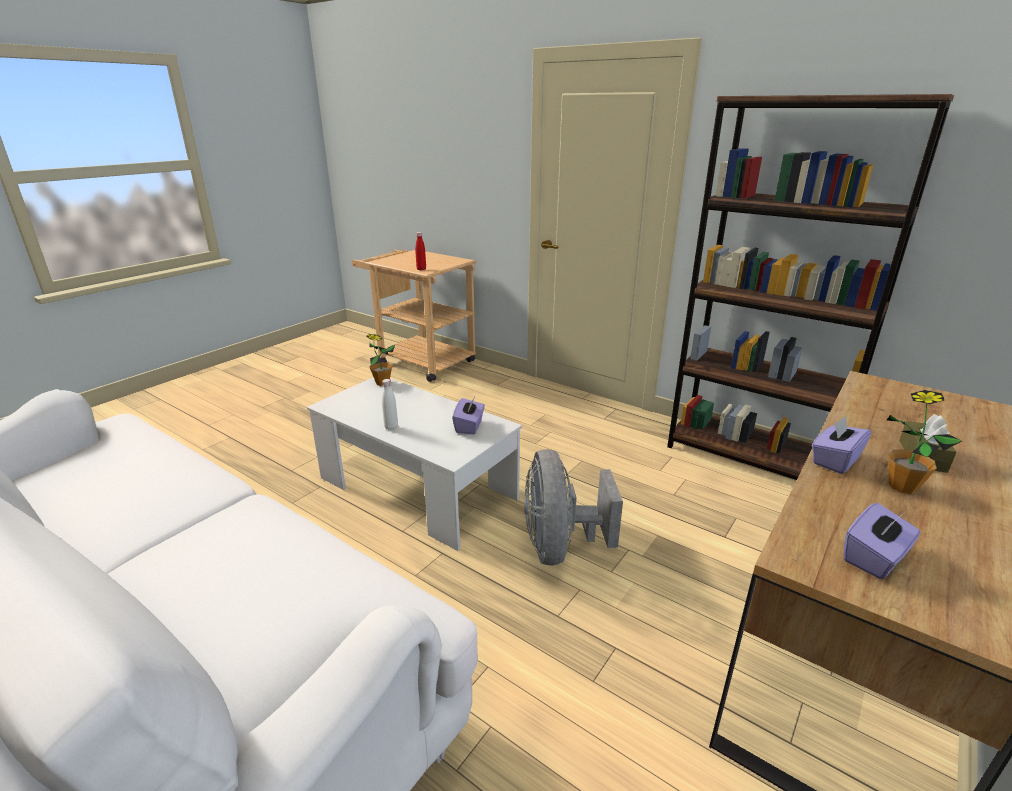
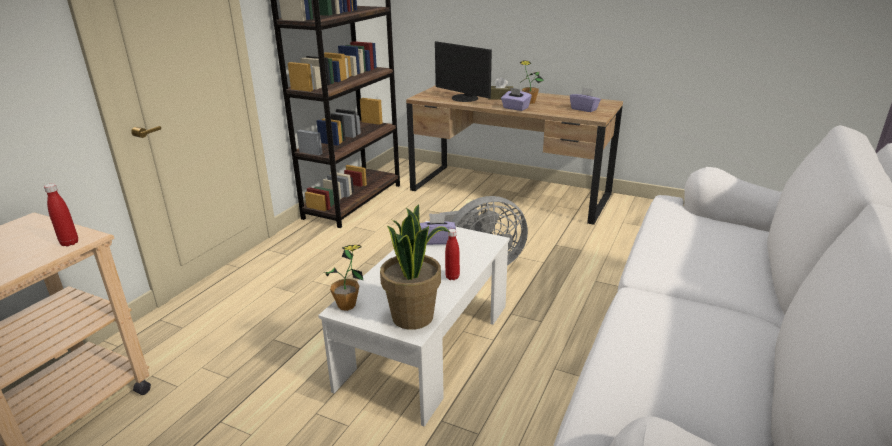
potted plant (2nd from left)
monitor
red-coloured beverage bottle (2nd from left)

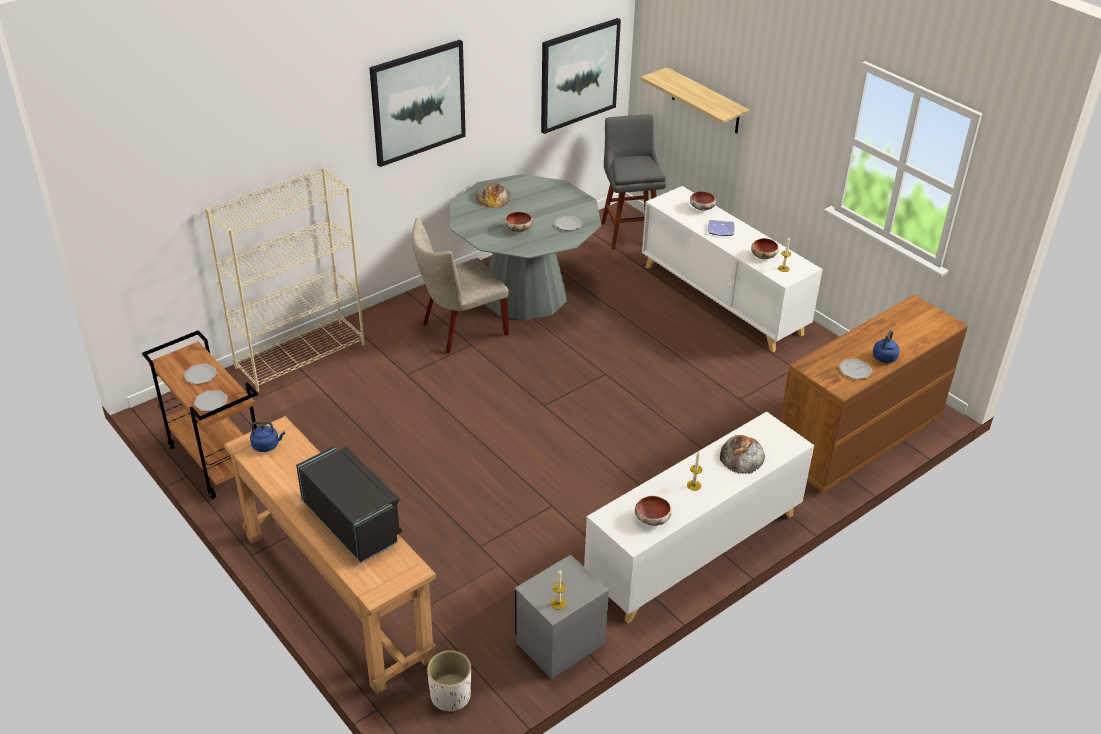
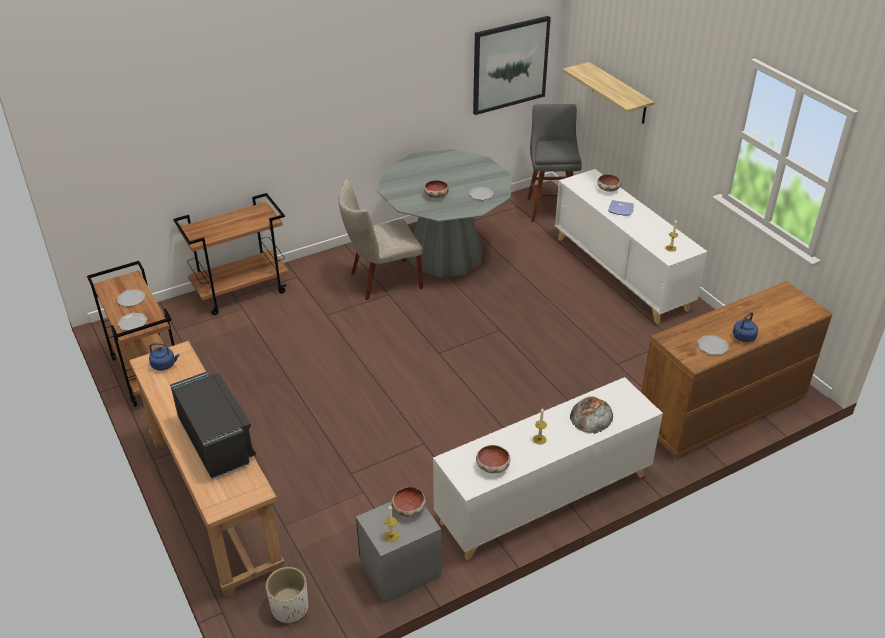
wall picture (1st from left in the first image)
bread (1st from left in the first image)
deep dish (1st from left)
brown-coloured wheeled cart (2nd from left)

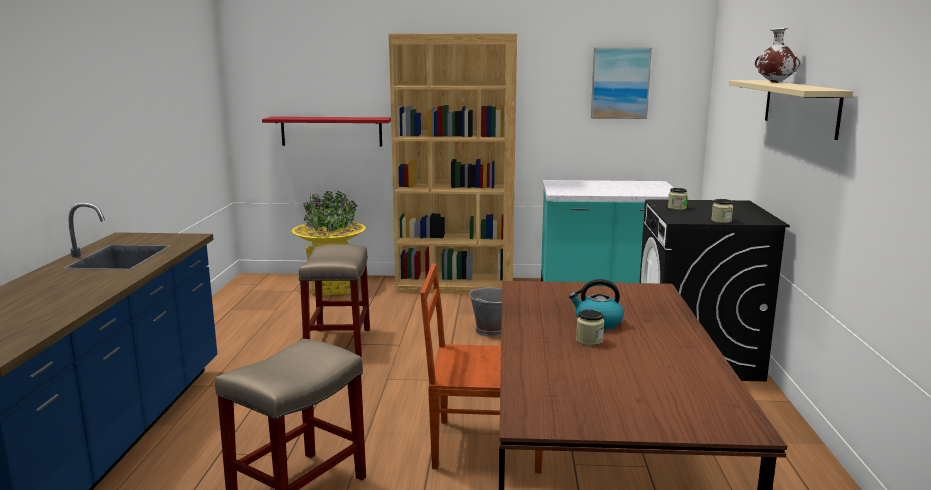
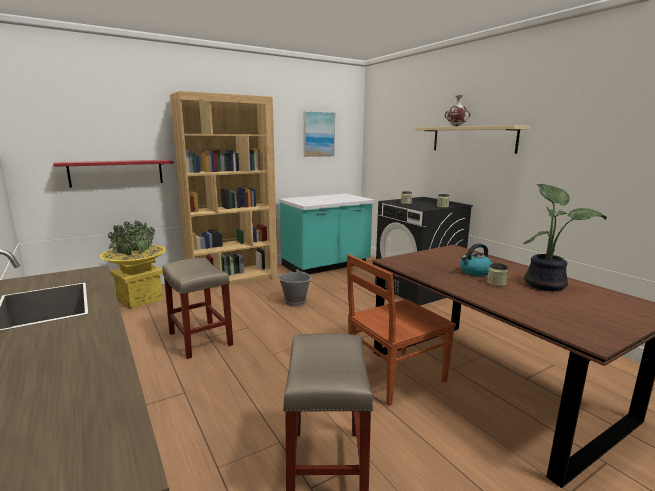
potted plant

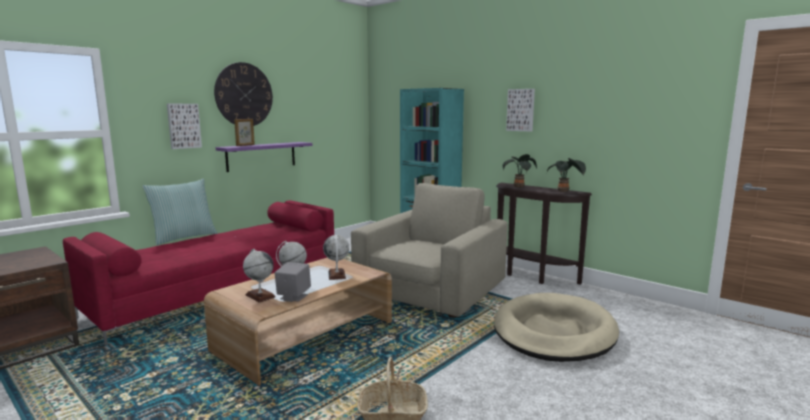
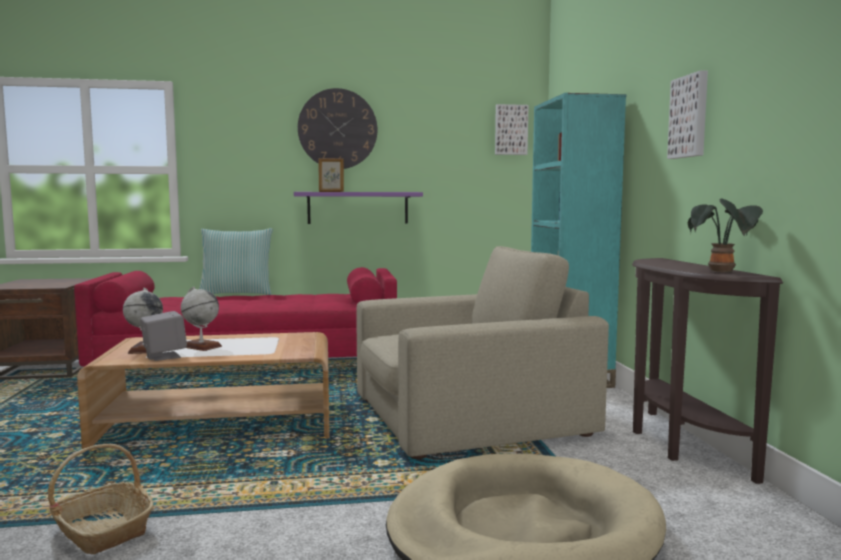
desk globe (3rd from left in the first image)
potted plant (1st from left in the first image)
wall picture (1st from left)

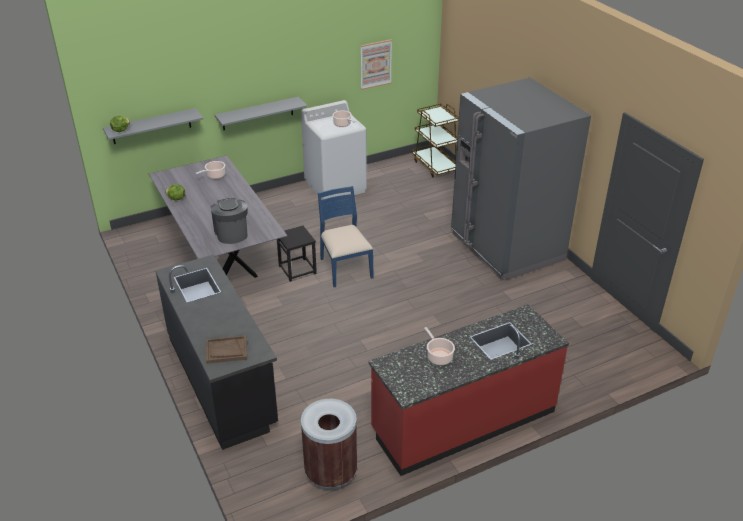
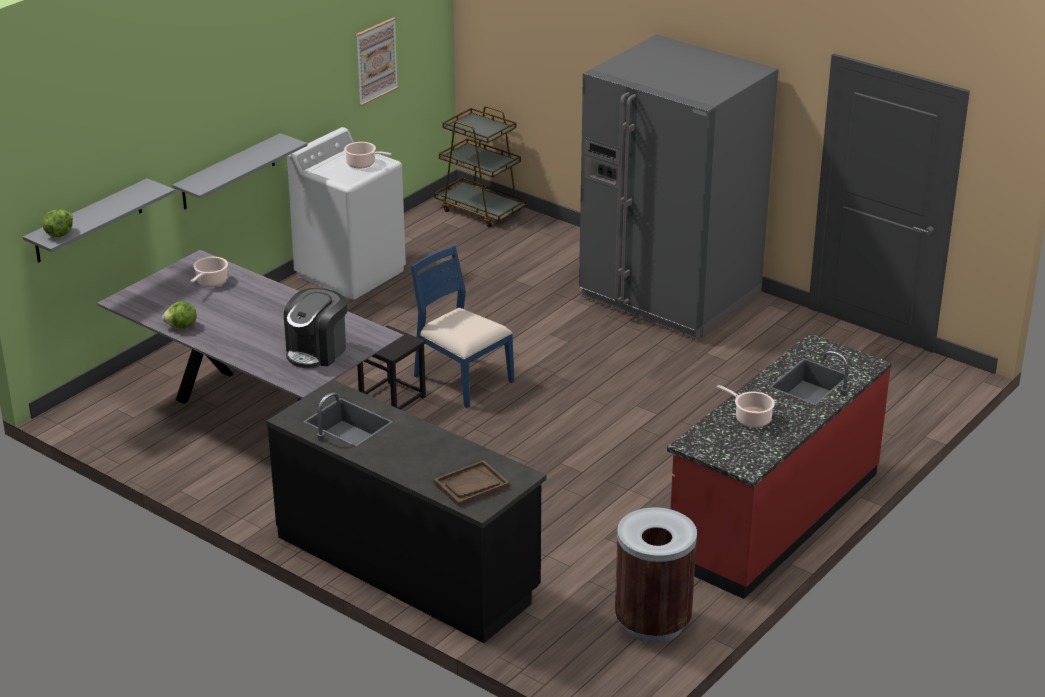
coffee brewer

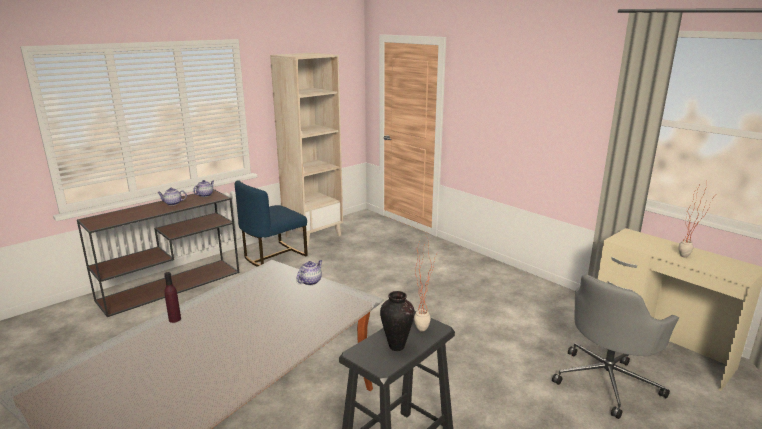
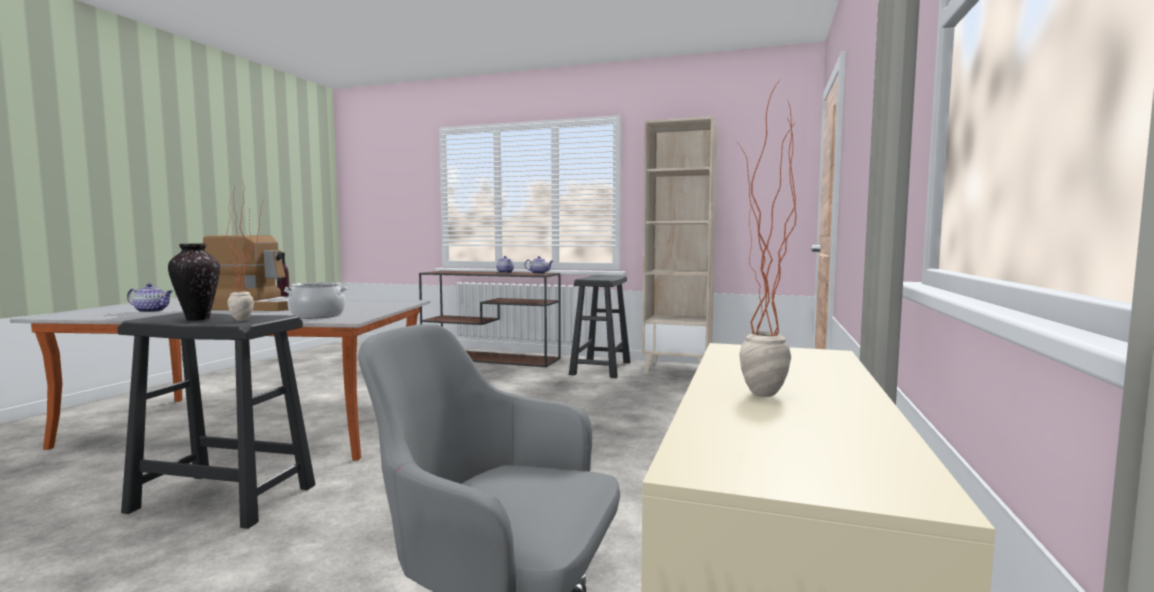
coffee brewer
stockpot
tea pot (1st from left)
black-coloured stool (2nd from left)

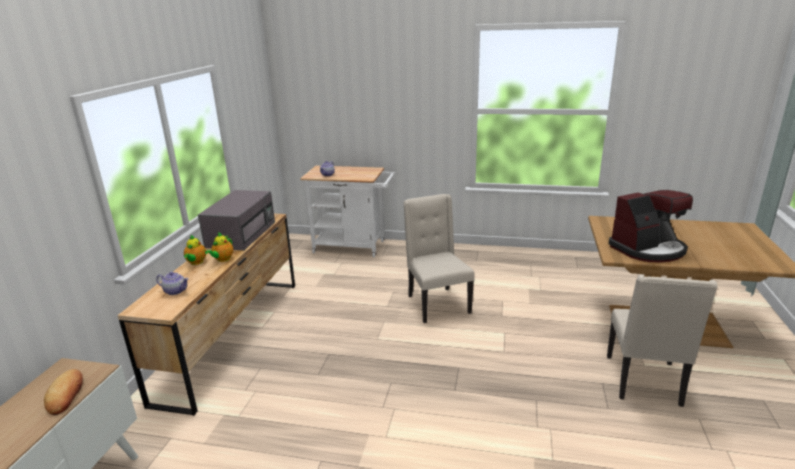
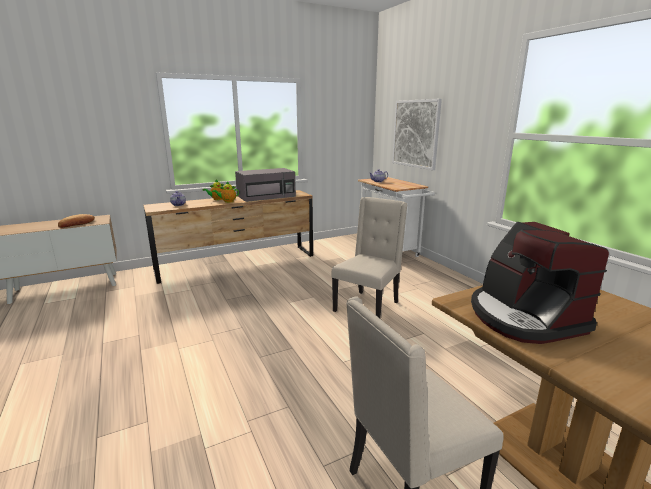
wall picture
coffee brewer

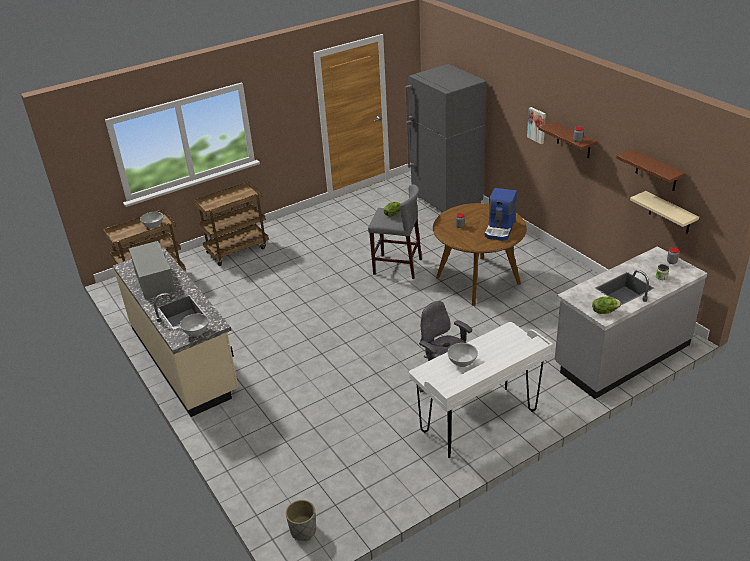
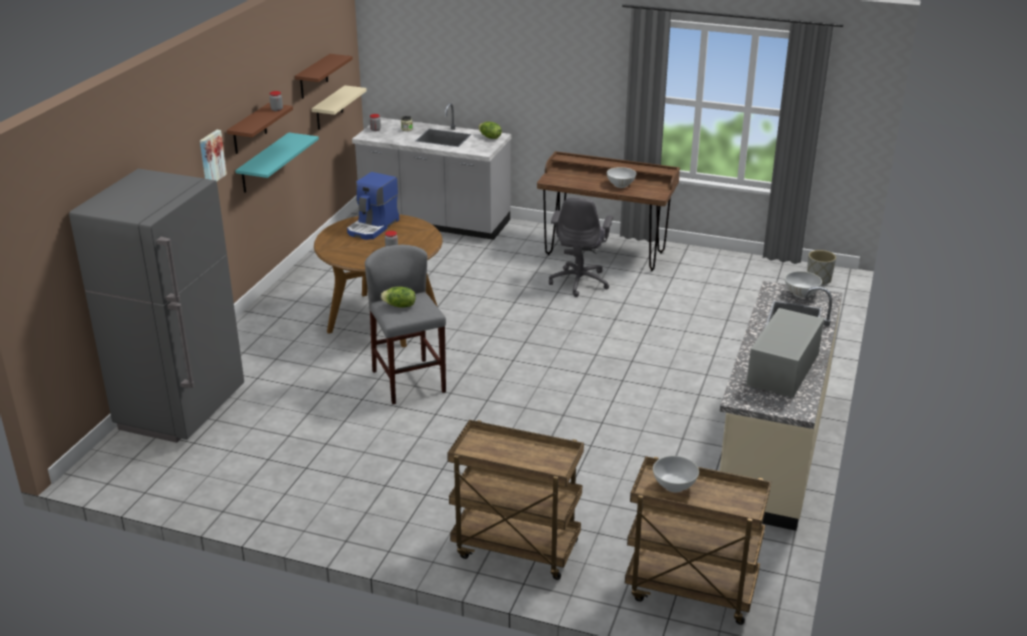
blue-green shelf
brown-coloured desk table
coffee brewer

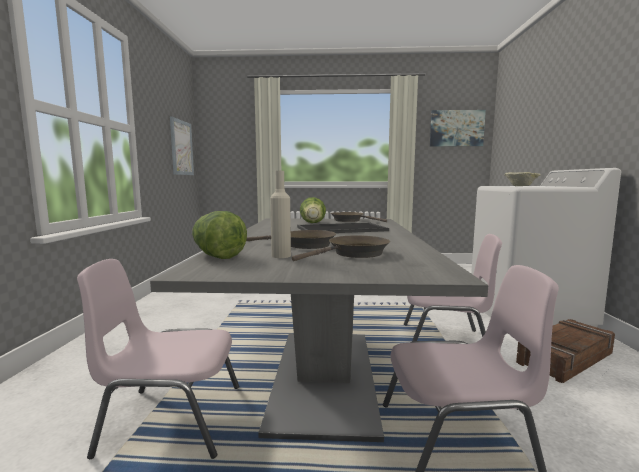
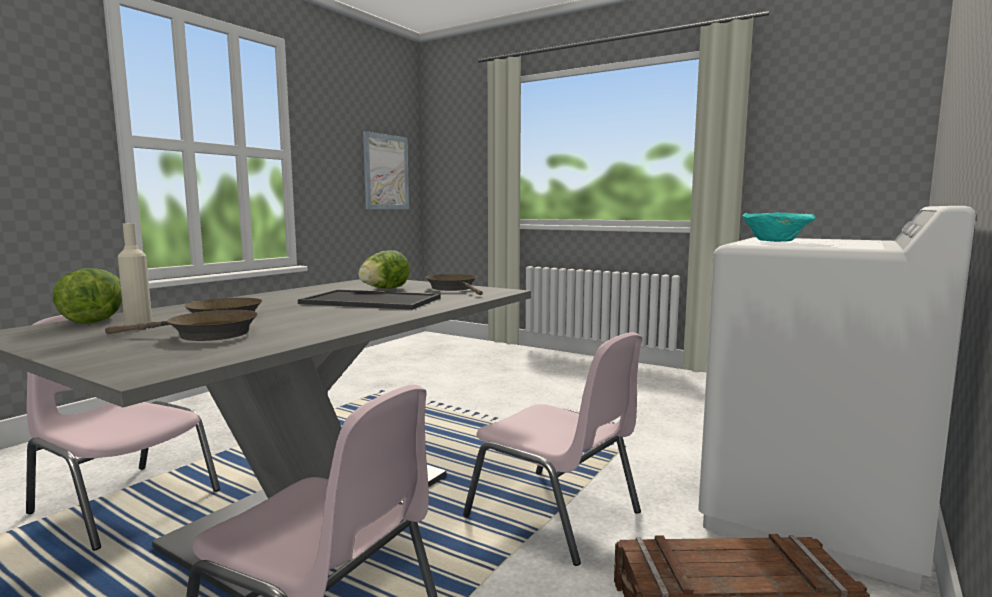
wall picture (2nd from left in the first image)
blue-green deep dish

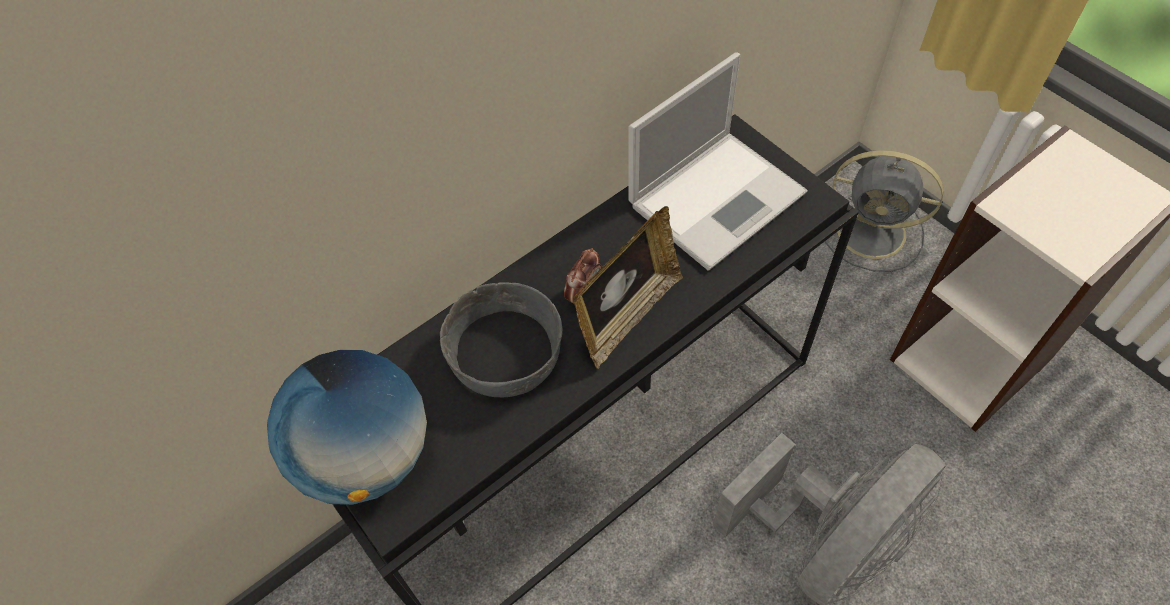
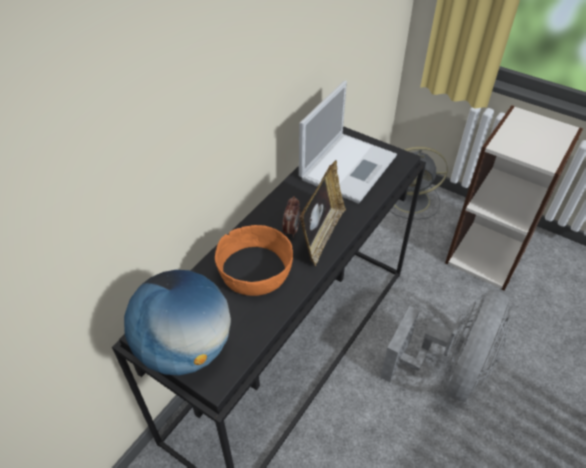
orange-coloured deep dish

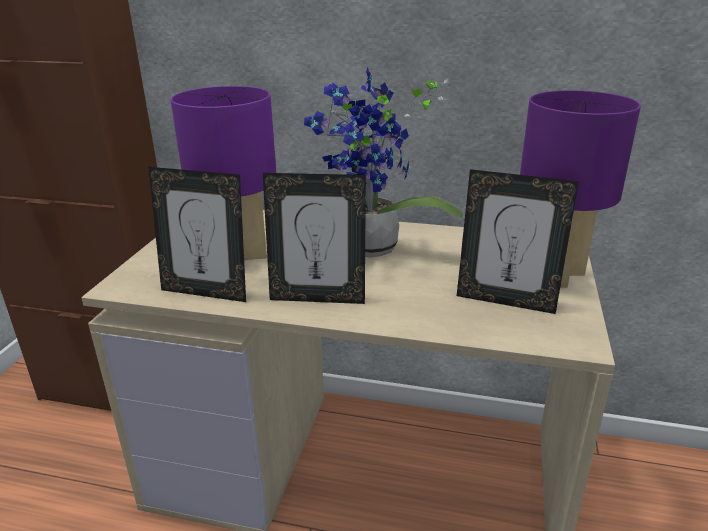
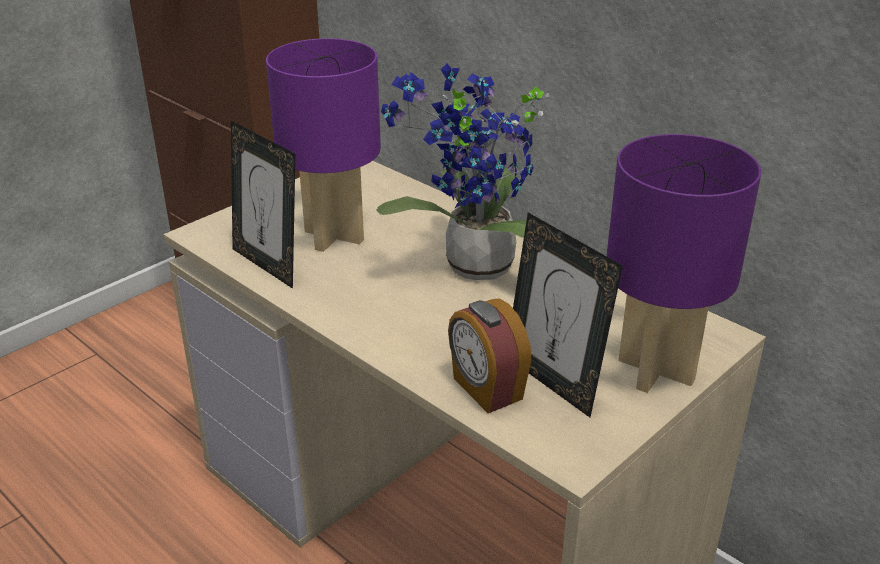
photo frame (2nd from left in the first image)
alarm clock

